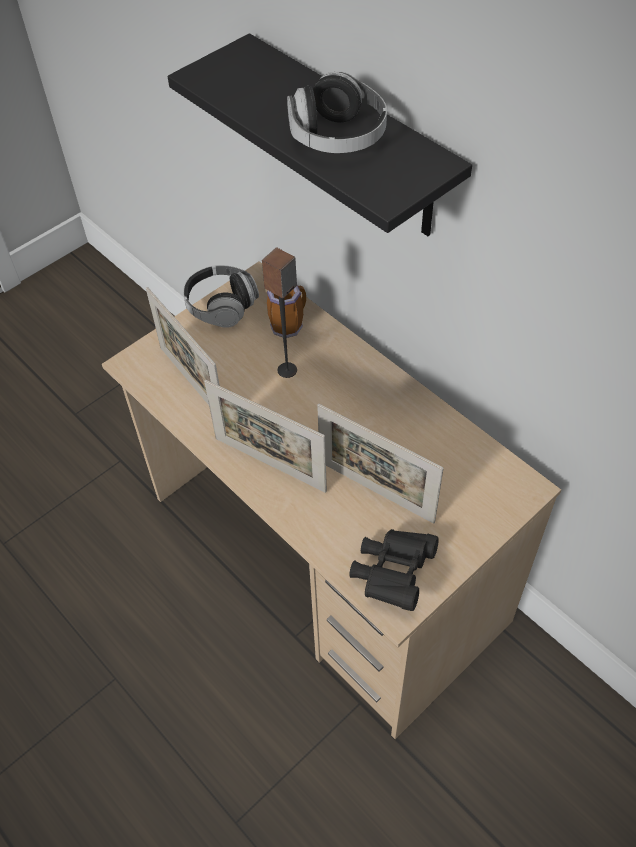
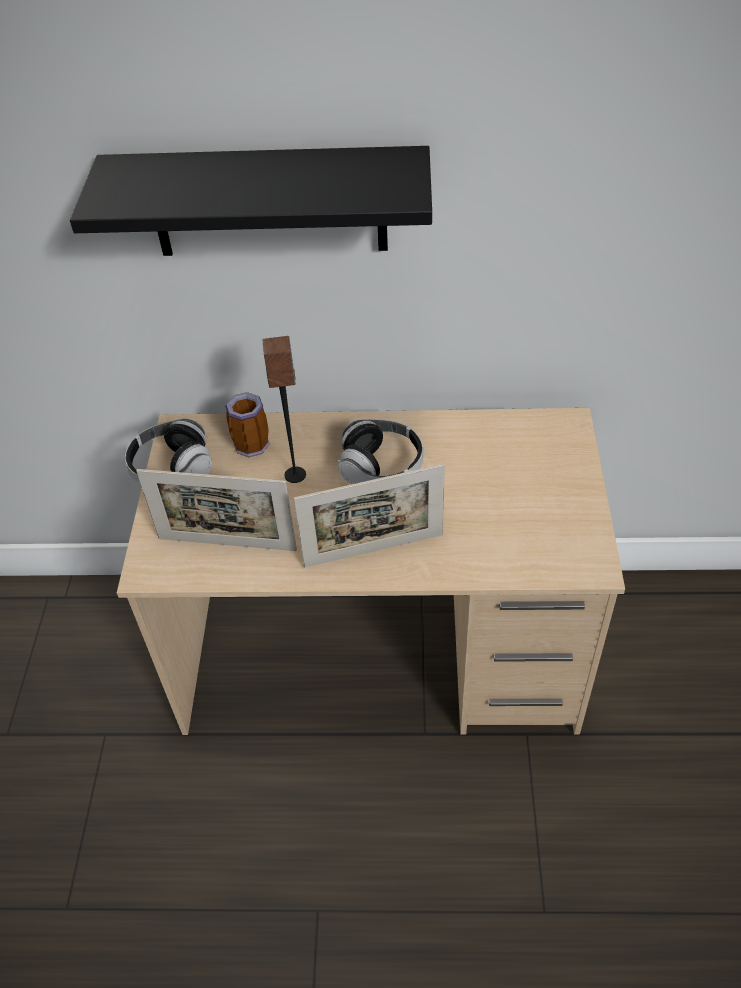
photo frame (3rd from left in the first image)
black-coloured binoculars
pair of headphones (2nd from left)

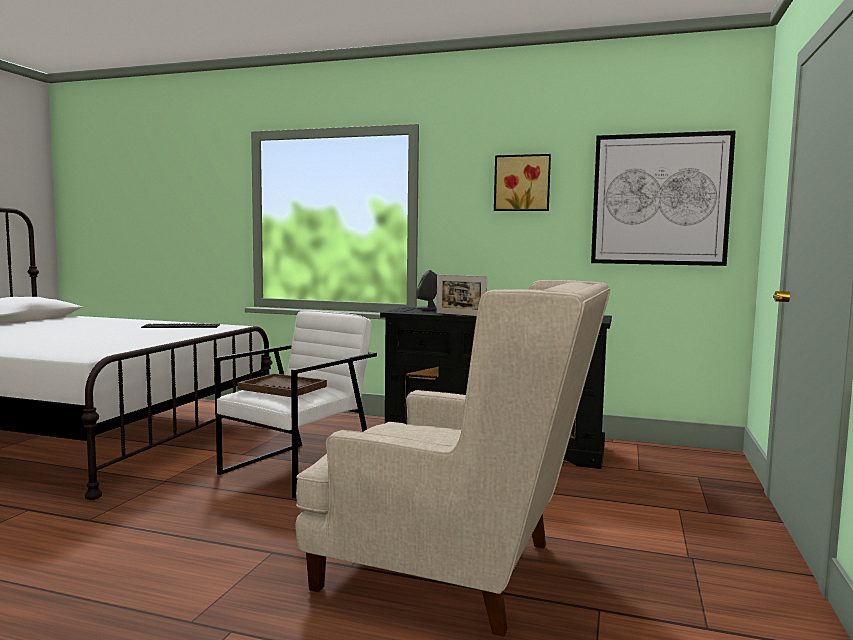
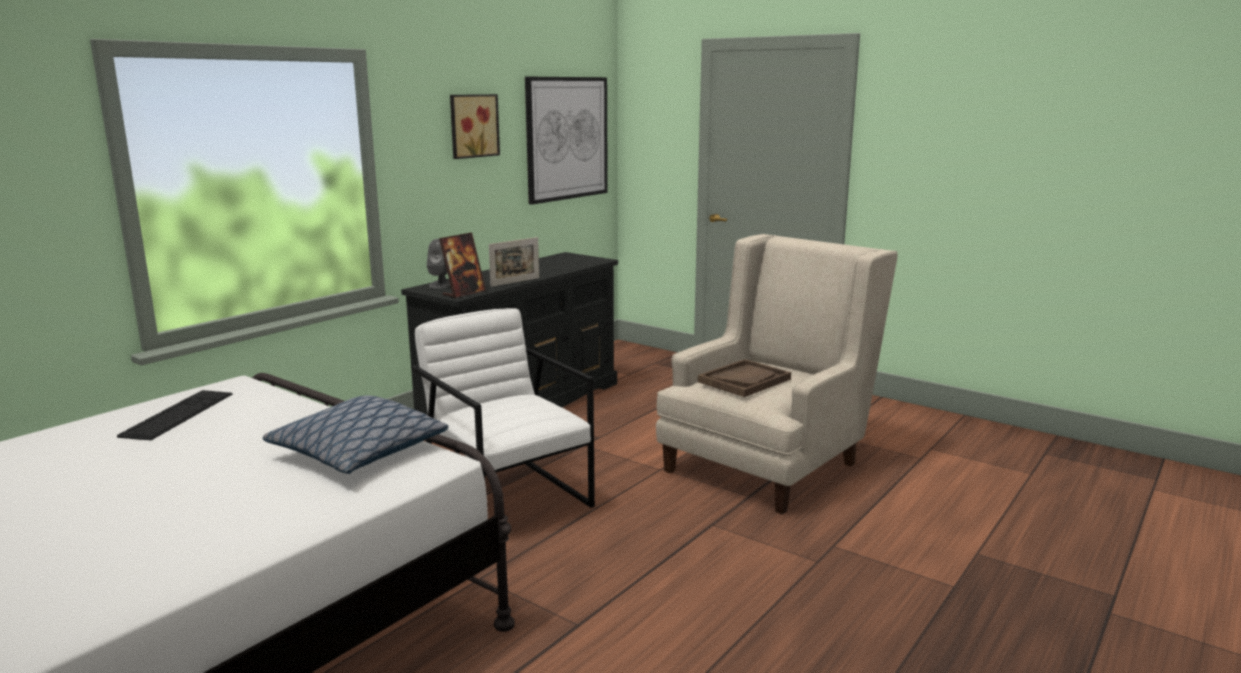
throw pillow
photo frame (1st from left)
brown-coloured serving tray

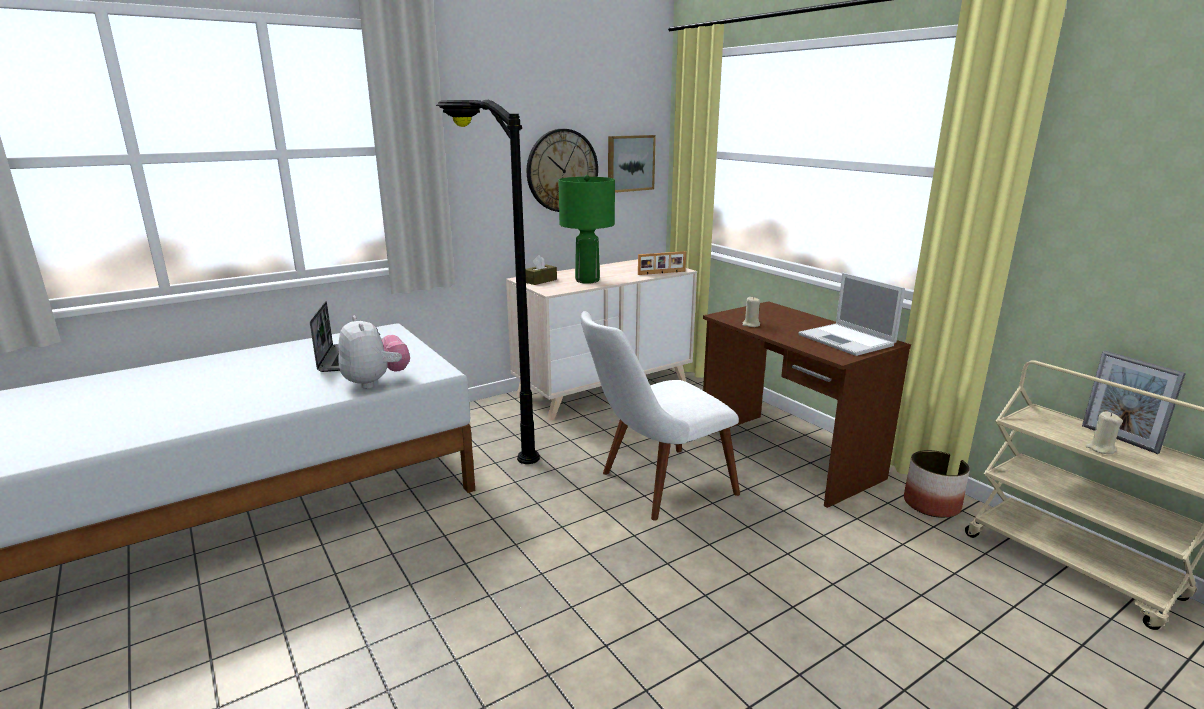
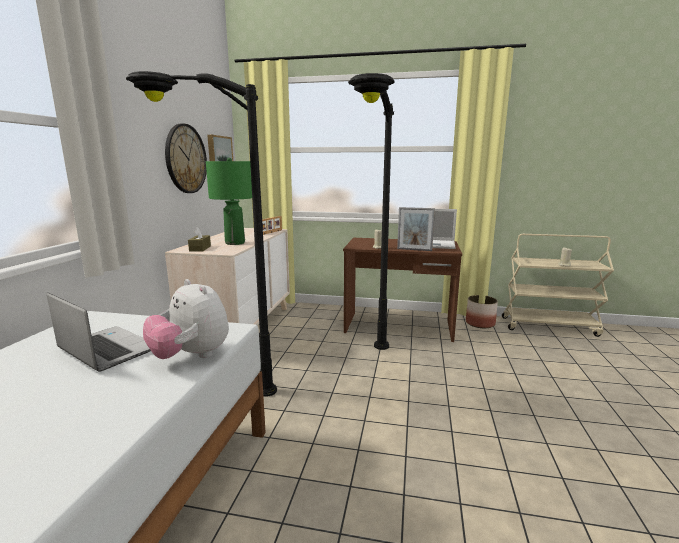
photo frame (2nd from left)
black-coloured standing lamp (2nd from left)
plush toy

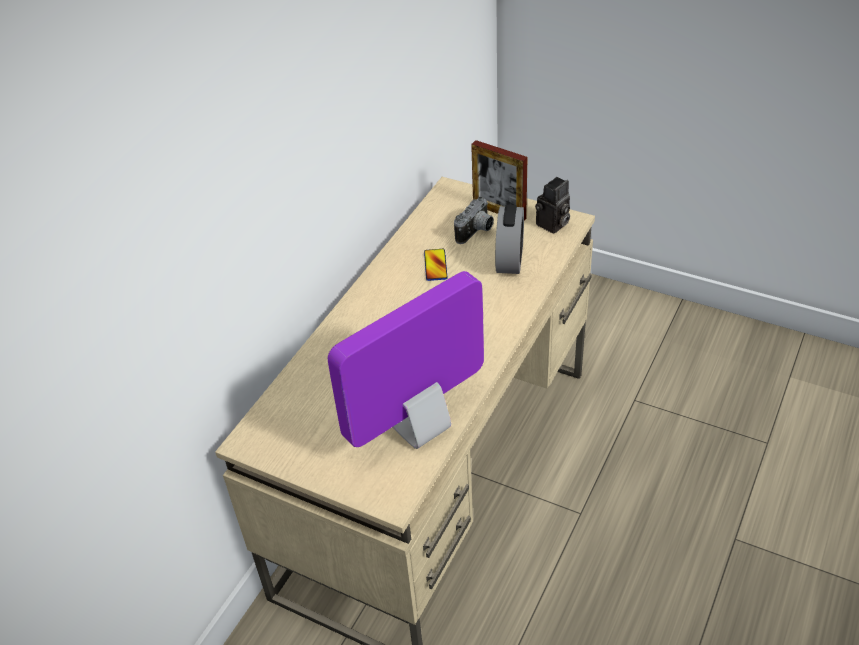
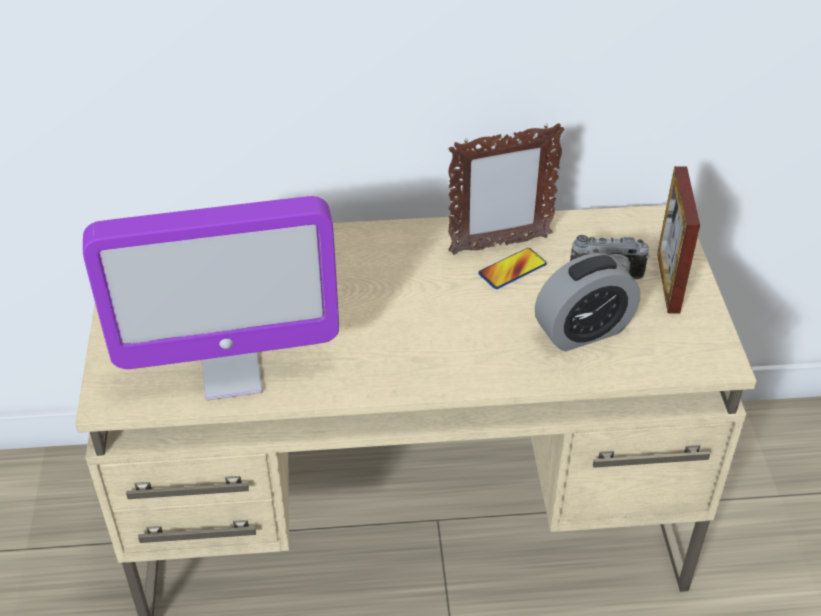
still camera (2nd from left in the first image)
photo frame (1st from left)
monitor

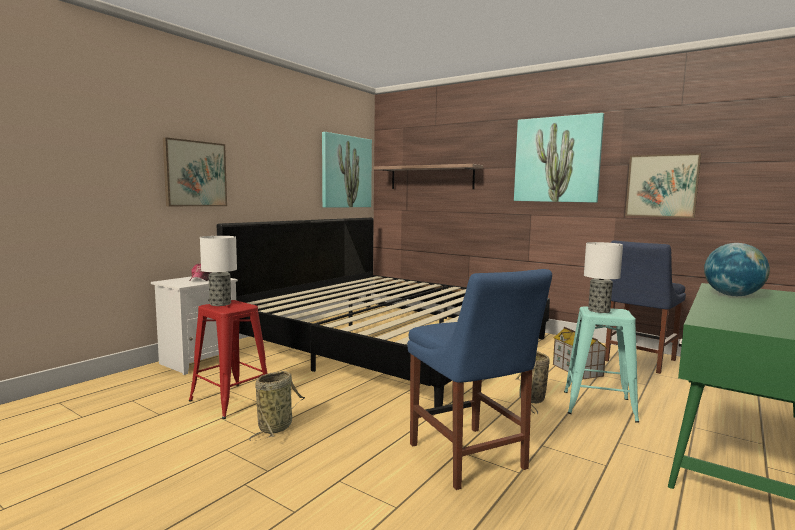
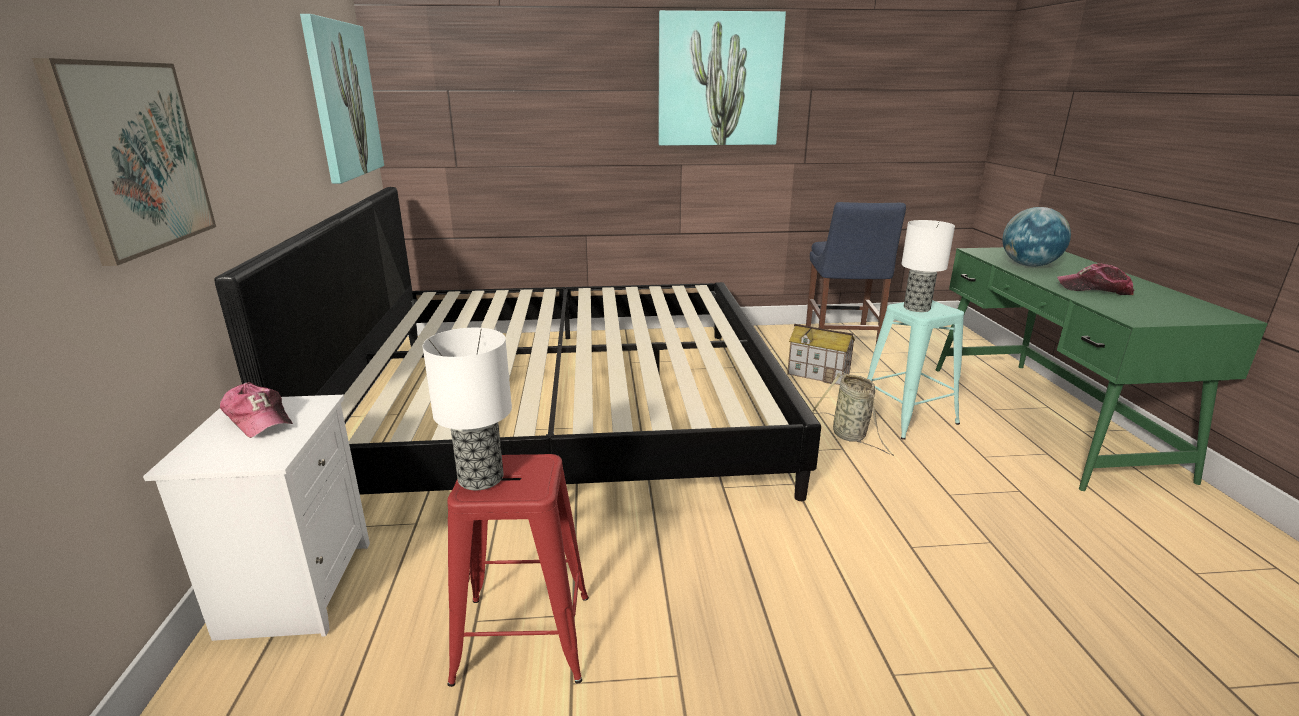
household basket (1st from left in the first image)
shelf
blue-coloured plain chair (1st from left in the first image)
wall picture (4th from left in the first image)
cap (2nd from left)

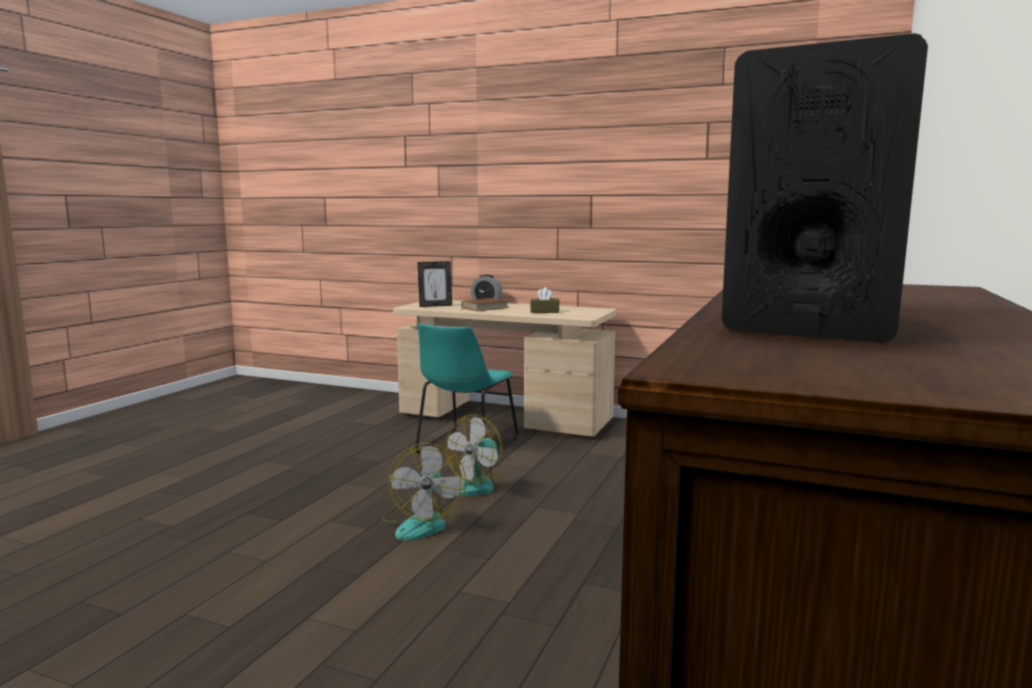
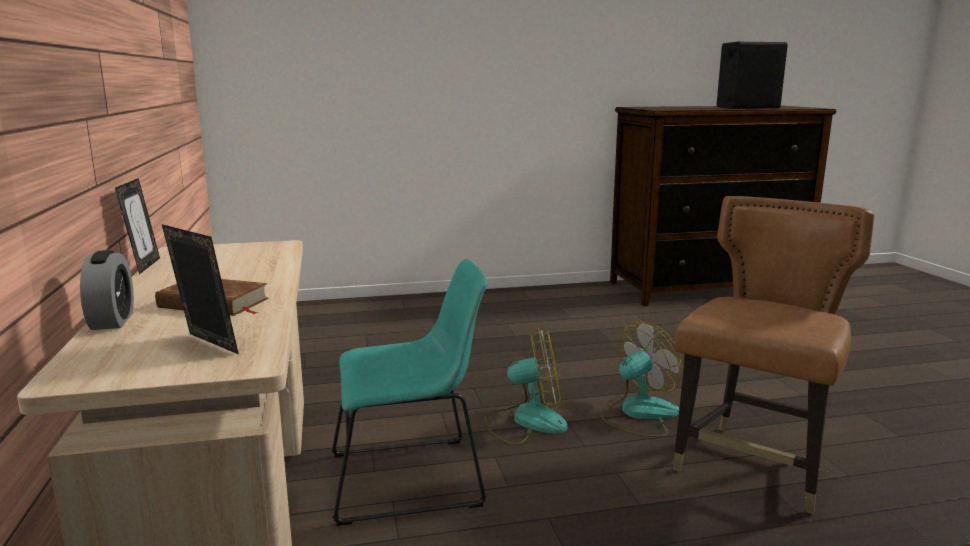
brown-coloured box of tissues
photo frame (1st from left)
brown-coloured plain chair

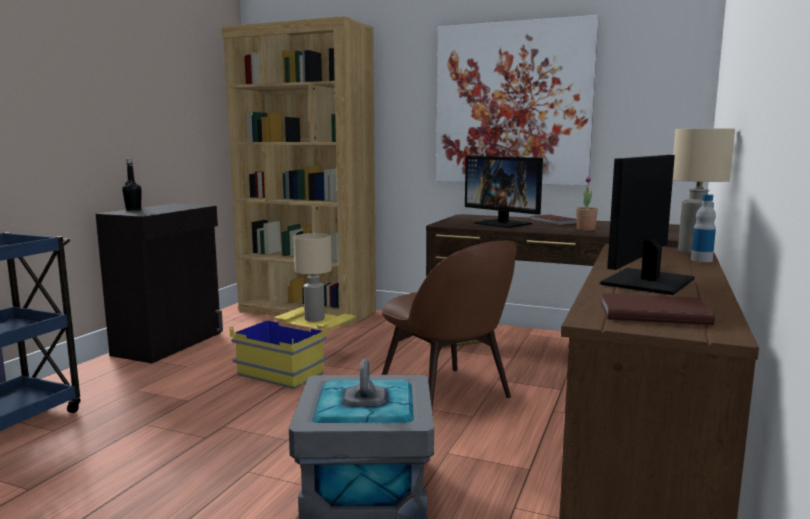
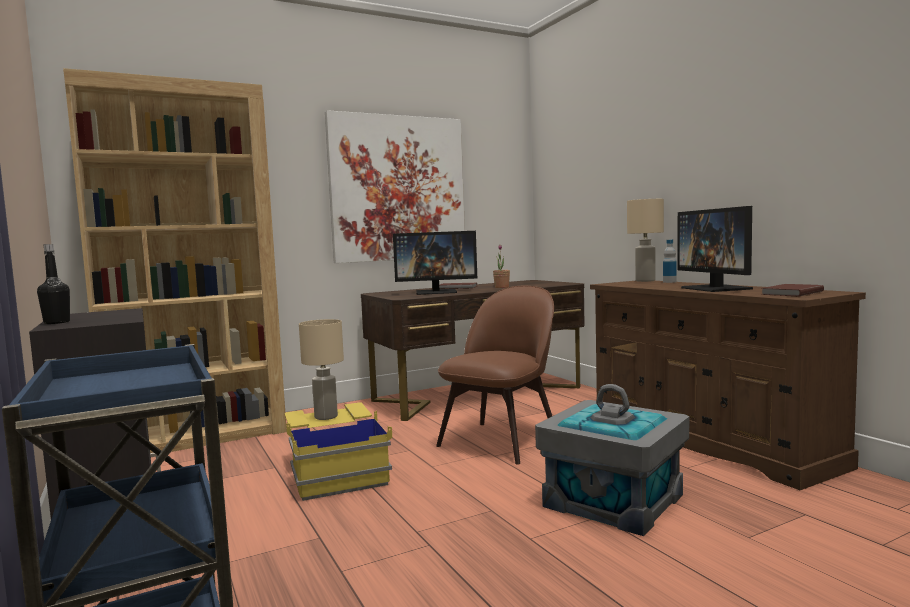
brown-coloured plain chair

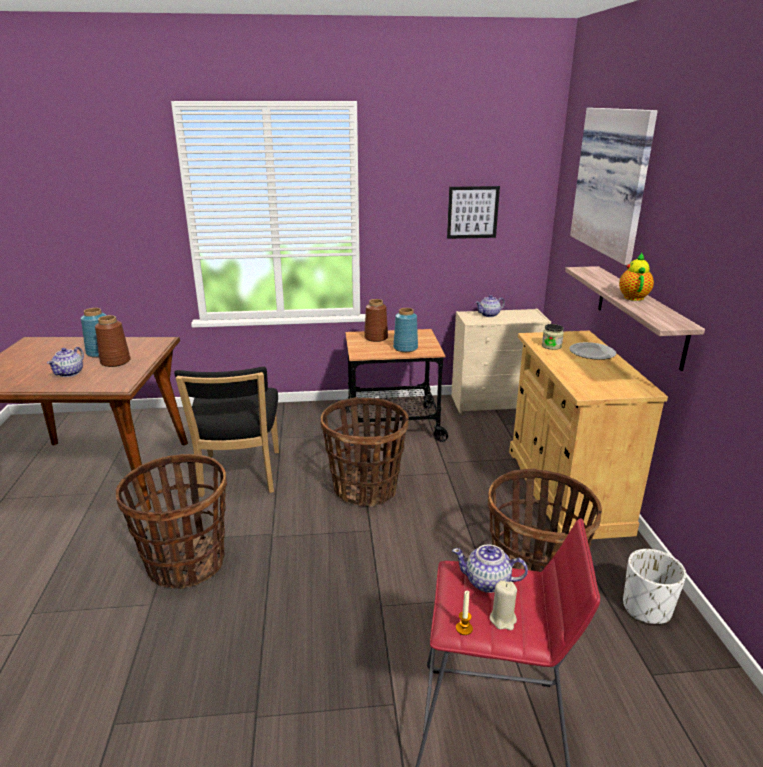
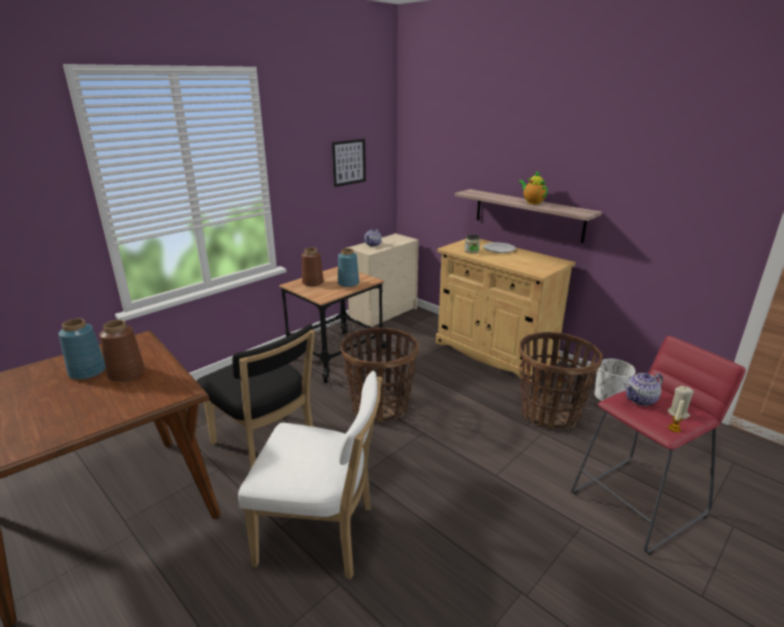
tea pot (1st from left in the first image)
wall picture (2nd from left in the first image)
white-coloured plain chair

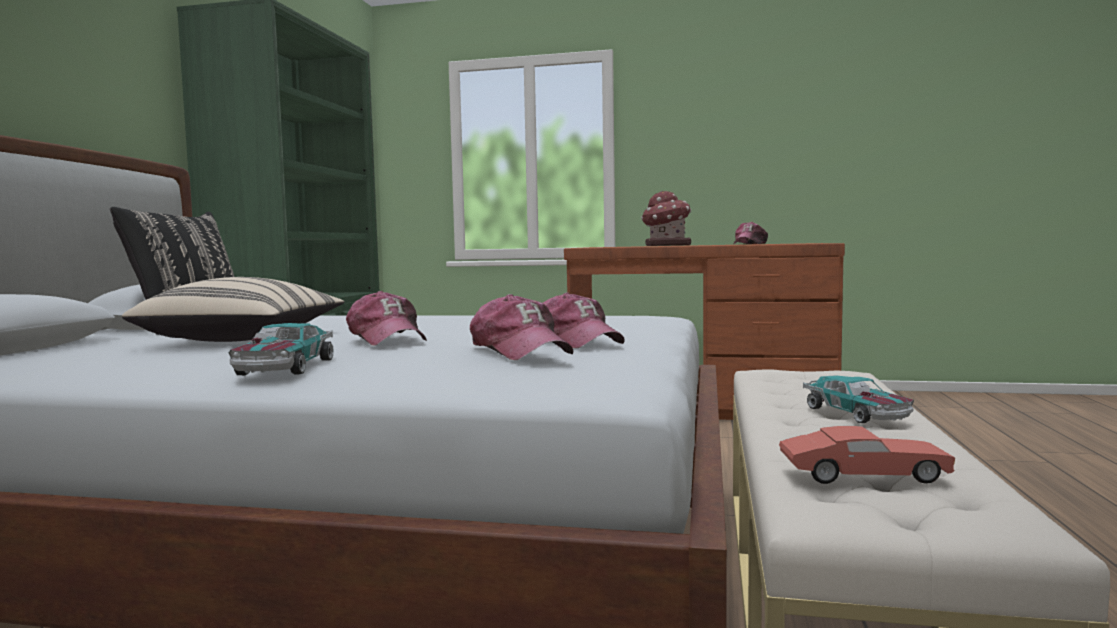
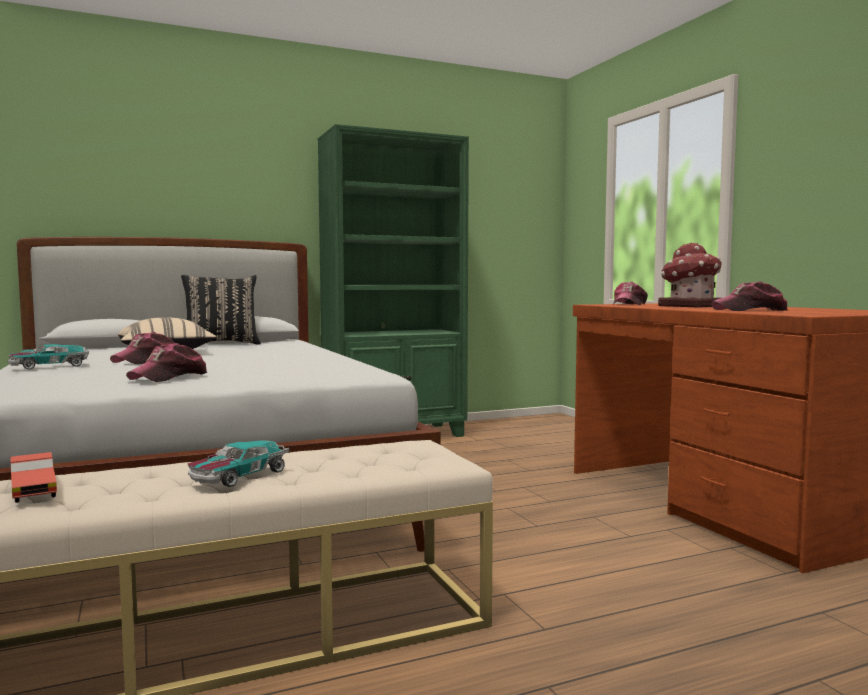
cap (3rd from left)

